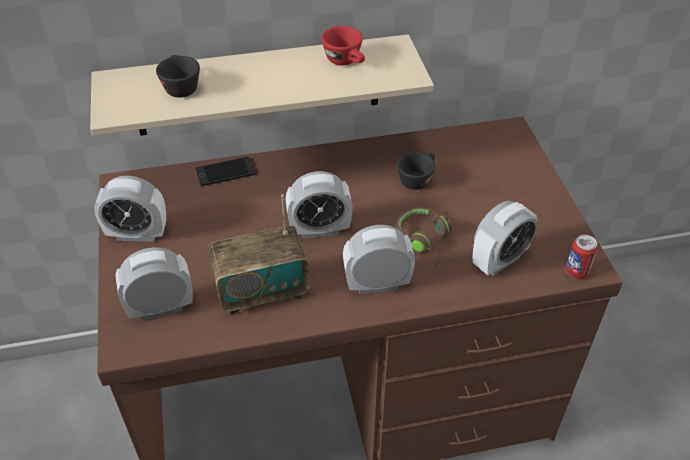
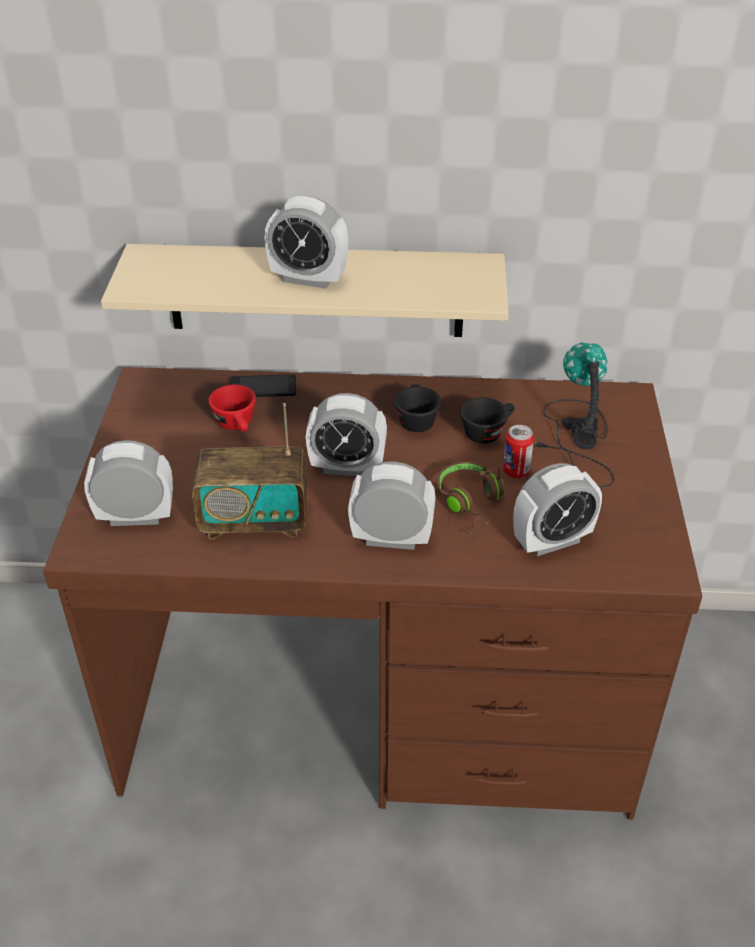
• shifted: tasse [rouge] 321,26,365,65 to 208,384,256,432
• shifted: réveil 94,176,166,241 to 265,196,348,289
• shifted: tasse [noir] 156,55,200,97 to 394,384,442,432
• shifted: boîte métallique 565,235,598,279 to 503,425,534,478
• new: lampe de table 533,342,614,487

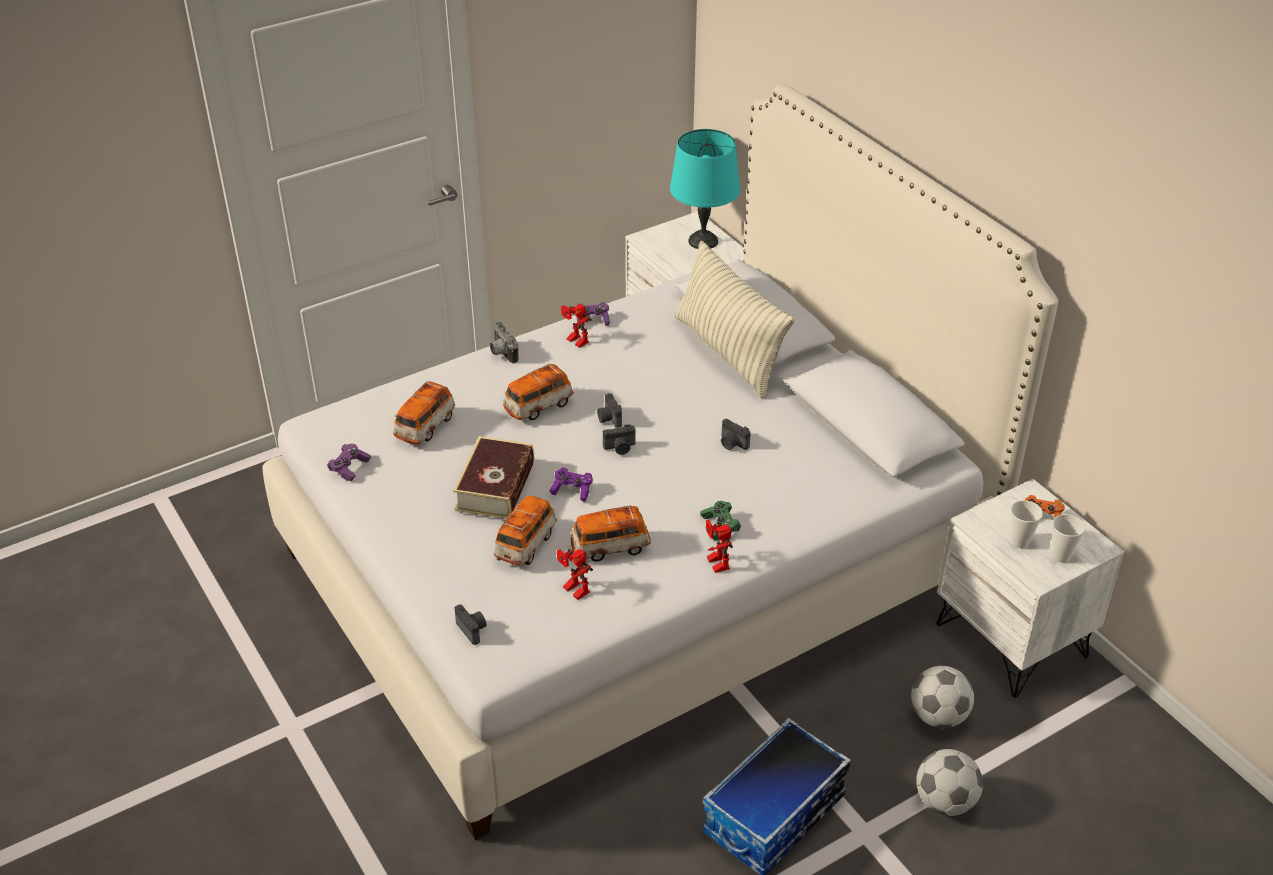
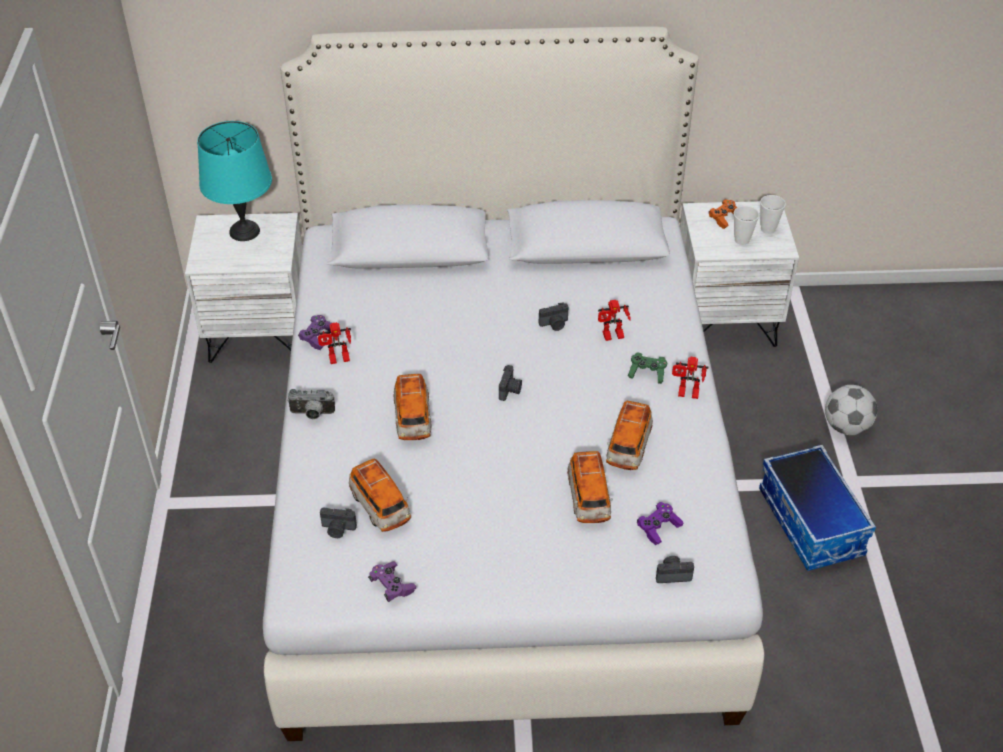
• shifted: appareil photo 597,393,622,428 to 320,508,357,538
• rotated: petite voiture 494,495,557,565 = 567,451,613,523 150 degrees counterclockwise
• shifted: robot jouet 557,549,593,600 to 598,300,631,341
• shifted: manette [violet] 549,468,593,502 to 637,502,683,545
• gone: livre 453,436,534,519
• gone: coussin 675,240,795,398
• gone: ballon de foot 911,666,974,728

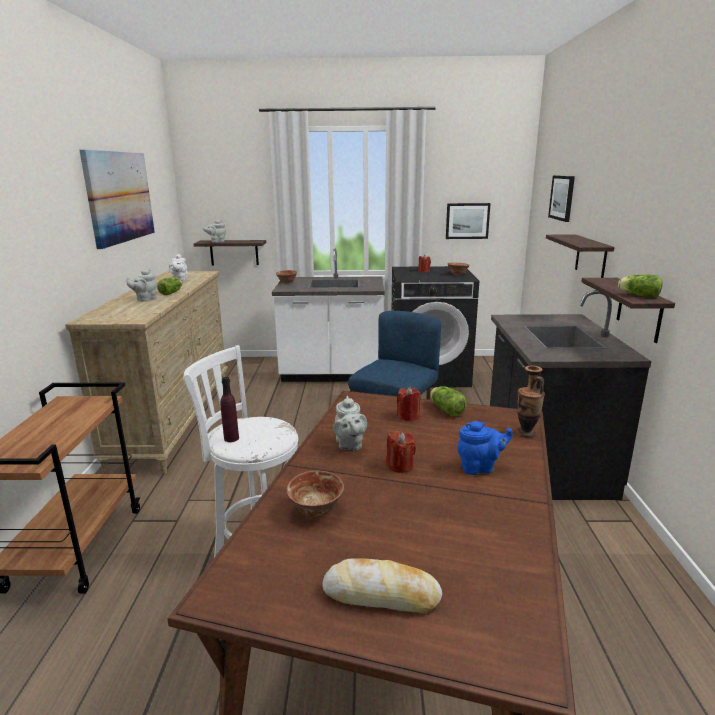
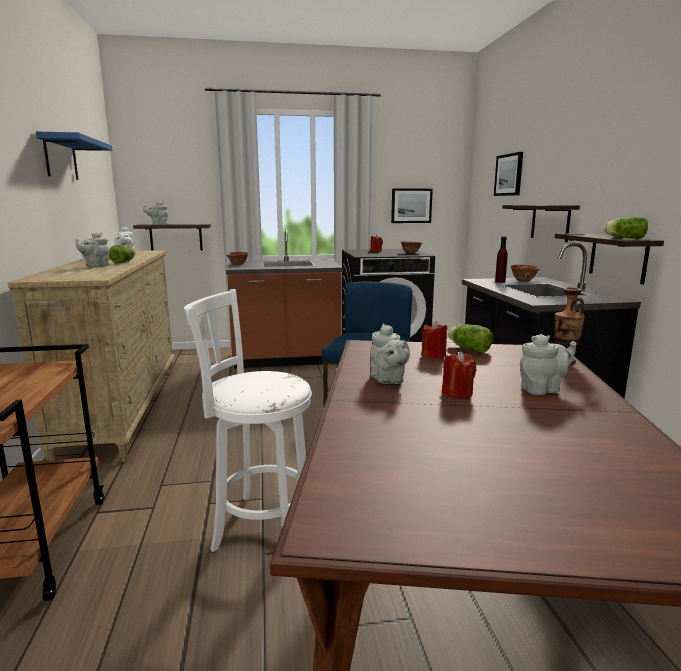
• swapped: tableau 79,150,155,249 to étagère [bleu] 36,132,112,180
• repainted: comptoir de cuisine [blanc] 272,248,384,382 to comptoir de cuisine [marron] 226,230,343,369
• shifted: bouteille [violet] 220,377,239,442 to 495,236,508,283
• shifted: bol 287,470,344,518 to 511,265,540,282
• repainted: théière [bleu] 458,421,513,475 to théière [gris] 520,334,576,395
• gone: pain 323,558,442,613

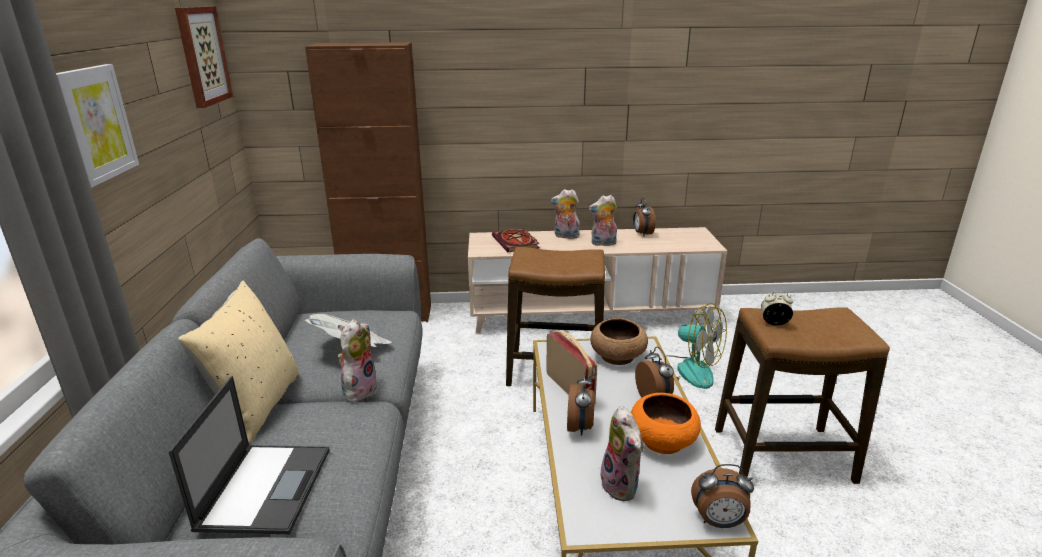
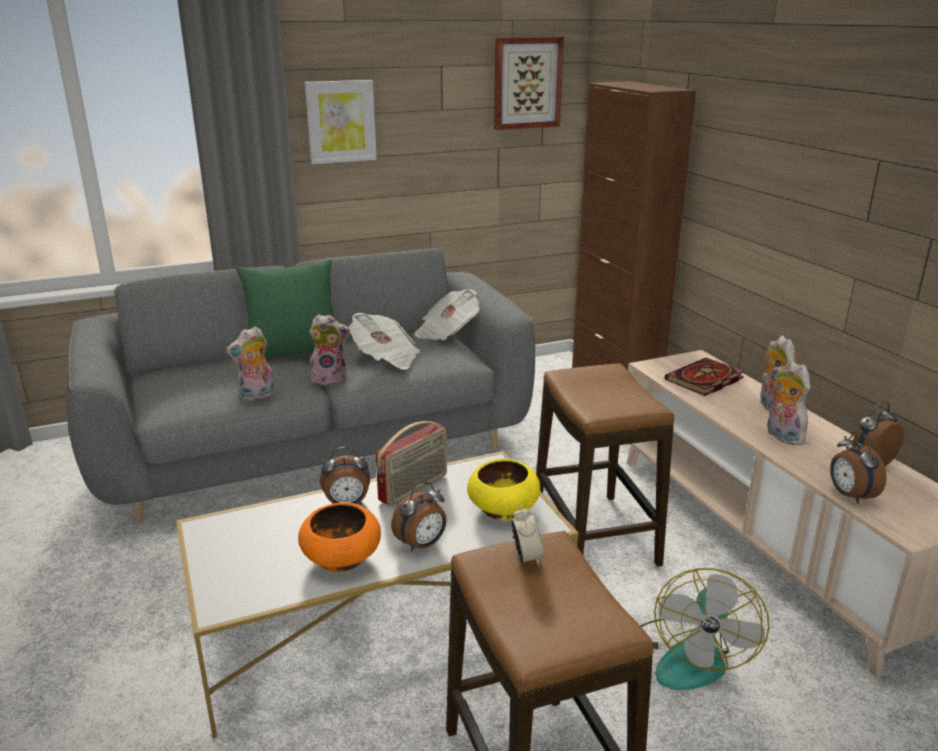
• shifted: peluche 601,406,644,501 to 226,326,275,401
• repainted: coussin [beige] 178,281,299,444 to coussin [vert] 236,259,334,358
• new: journal 414,289,480,341
• repainted: bol [marron] 590,318,648,365 to bol [jaune] 467,459,540,520
• shifted: réveil 691,464,754,528 to 830,431,887,504
• gone: ordinateur portable 168,376,329,534

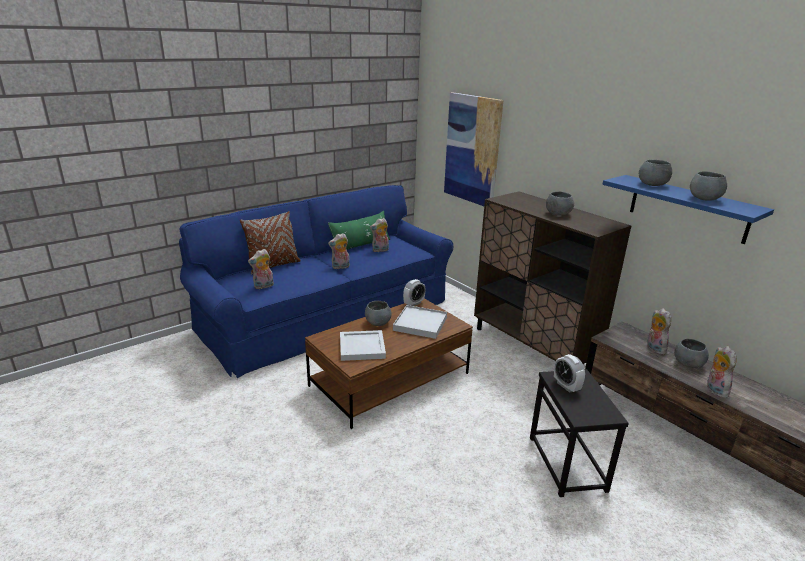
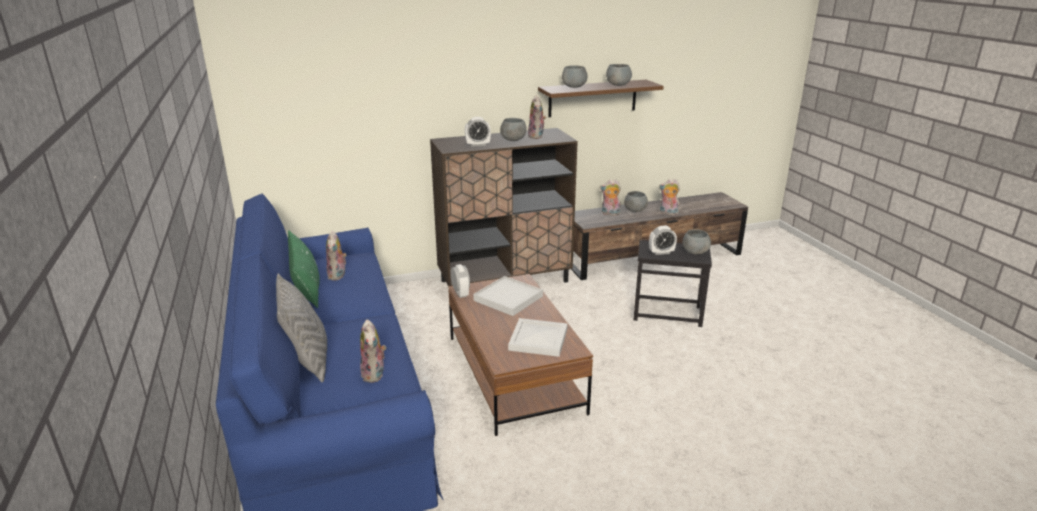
• repainted: coussin [marron] 240,211,301,275 to coussin [gris] 276,273,327,382
• new: réveil 465,117,491,147
• shifted: peluche 328,233,350,269 to 528,95,546,139
• repainted: étagère [bleu] 602,175,774,244 to étagère [marron] 538,80,664,117
• shifted: bol [gris] 365,301,392,326 to 682,229,711,255
• gone: tableau 444,92,503,206

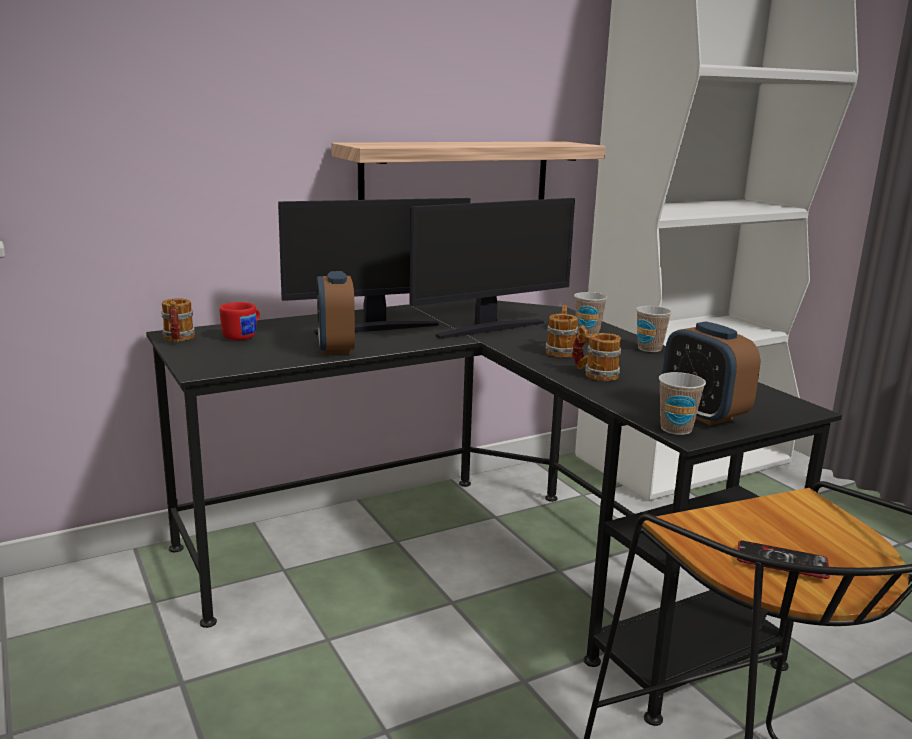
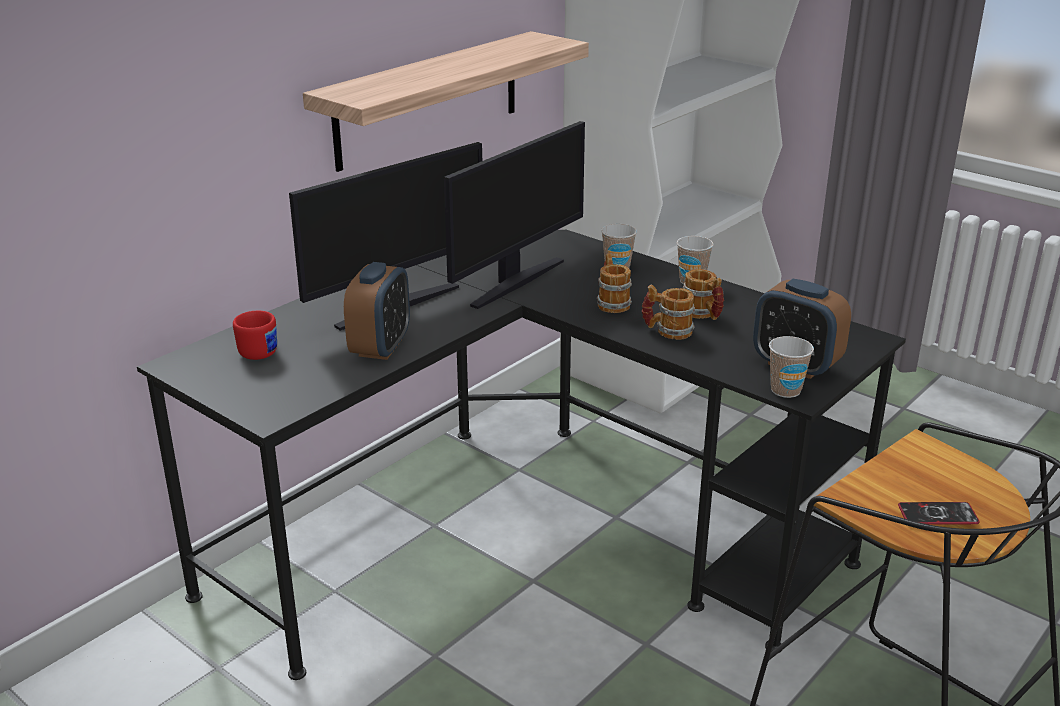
• rotated: réveil 317,271,355,354 = 344,262,410,360 135 degrees counterclockwise
• shifted: mug 162,298,195,342 to 683,269,724,320

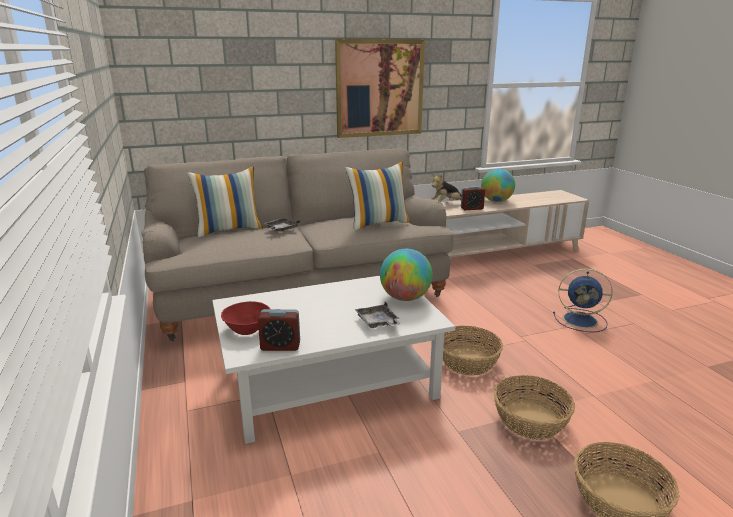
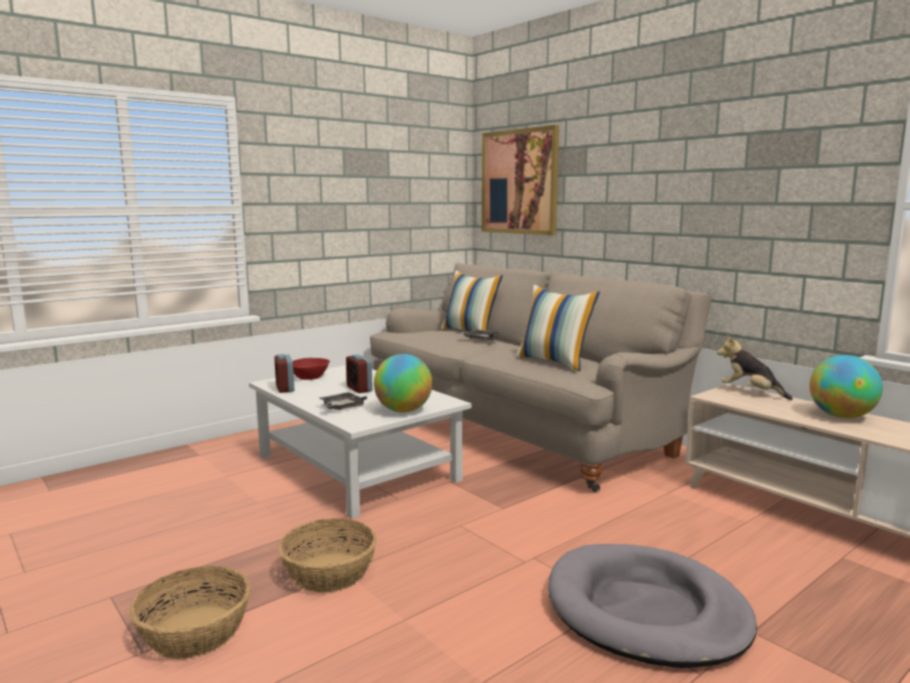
• shifted: réveil 461,186,485,210 to 346,354,373,393
• shifted: tableau 335,39,425,138 to 482,125,559,235
• swapped: ventilateur [bleu] 553,268,613,332 to panier pour chien [gris] 548,544,757,668
• gone: panier 443,326,503,376

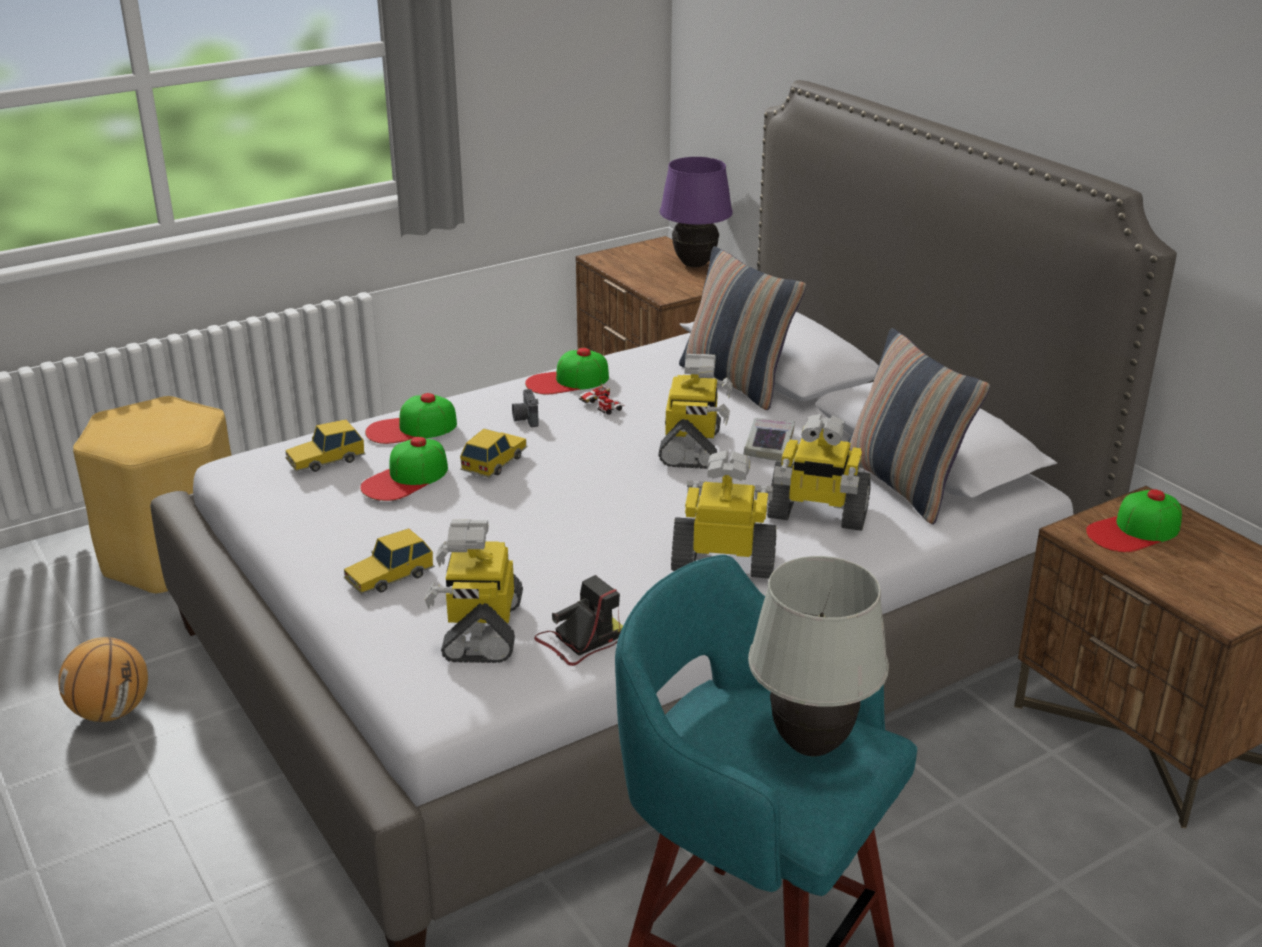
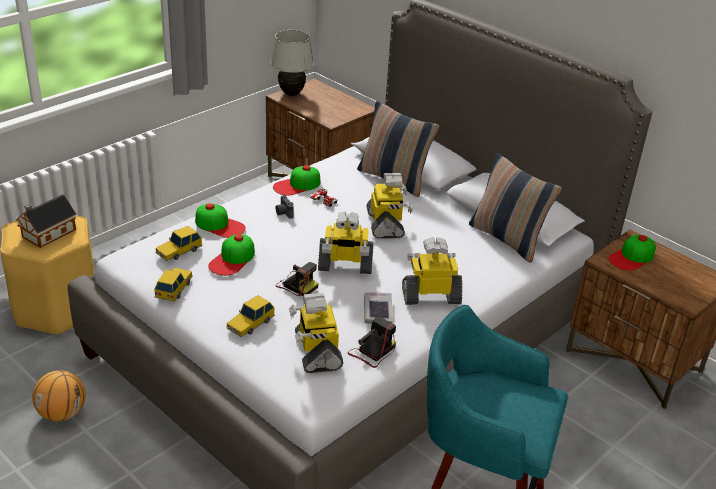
• new: maison miniature 16,194,76,248
• shifted: petite voiture 460,429,527,478 to 154,268,193,302
• rotated: casquette 365,393,457,444 = 195,203,246,238 120 degrees counterclockwise
• shifted: lampe de table [blanc] 748,556,889,756 to 270,30,314,96
• new: appareil photo 276,262,318,296
• shifted: robot jouet 767,414,871,531 to 318,212,374,274
• shifted: livre 744,418,795,462 to 364,292,393,324
• gone: lampe de table [violet] 660,157,733,267

